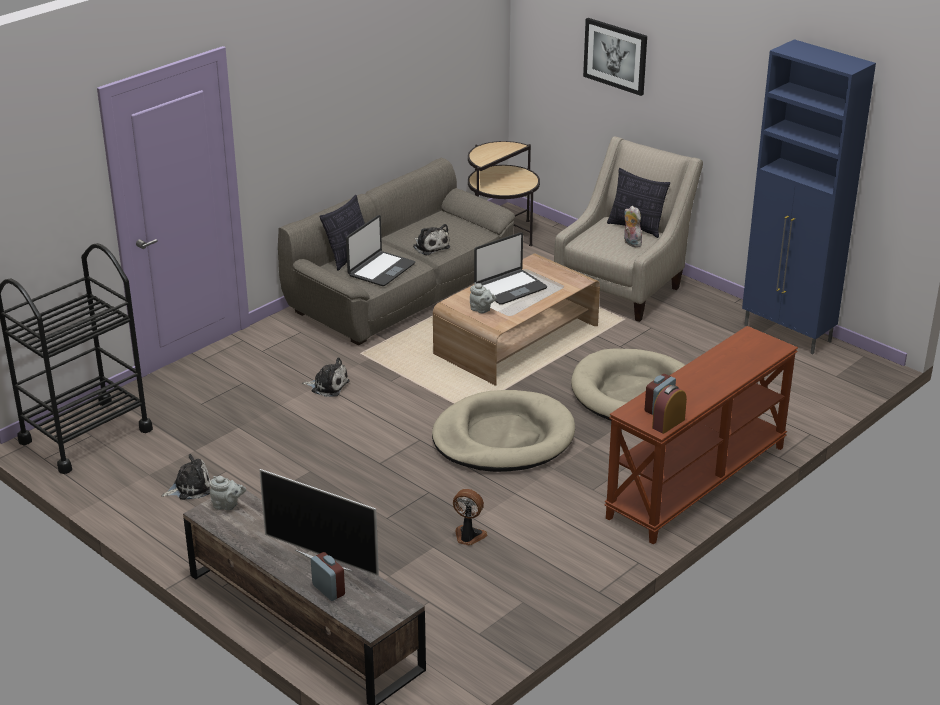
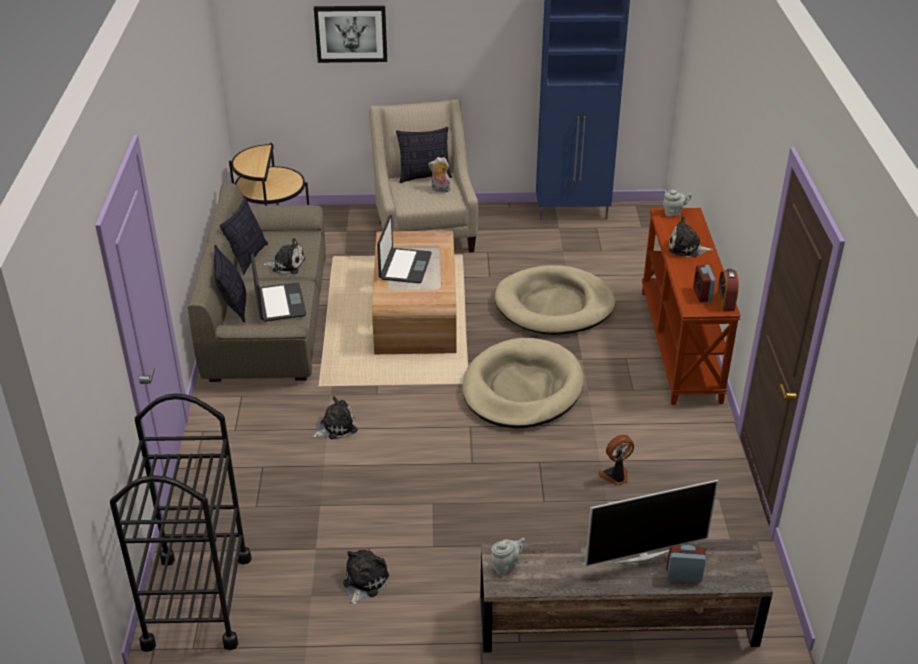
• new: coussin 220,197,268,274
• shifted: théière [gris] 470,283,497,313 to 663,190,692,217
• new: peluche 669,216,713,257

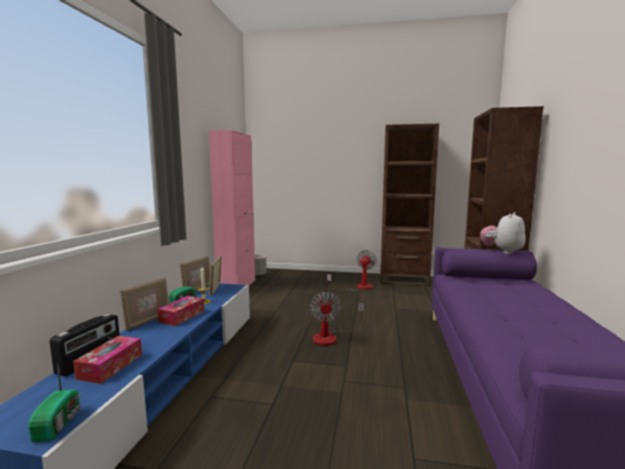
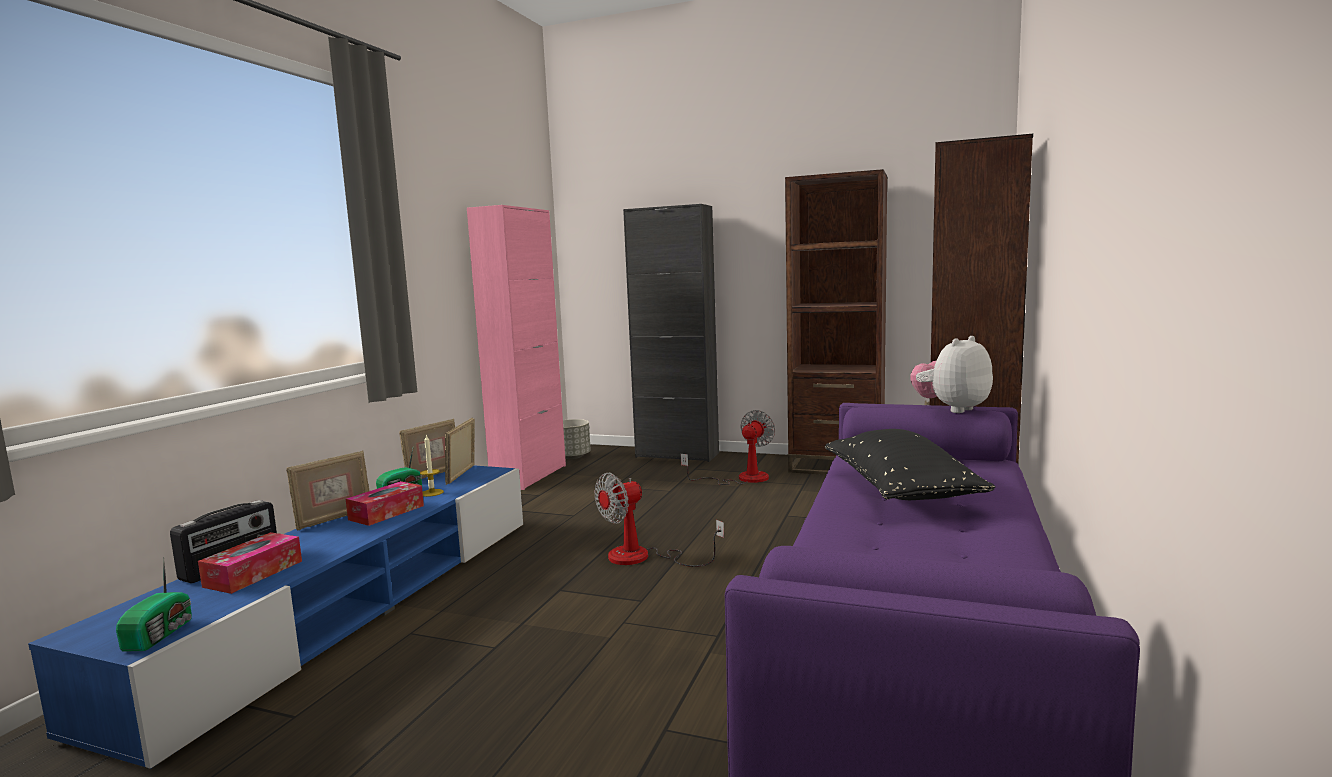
• rotated: ventilateur 310,292,364,346 = 594,472,724,567 45 degrees clockwise
• new: meuble de rangement [noir] 623,204,719,462
• new: coussin [noir] 825,429,995,500

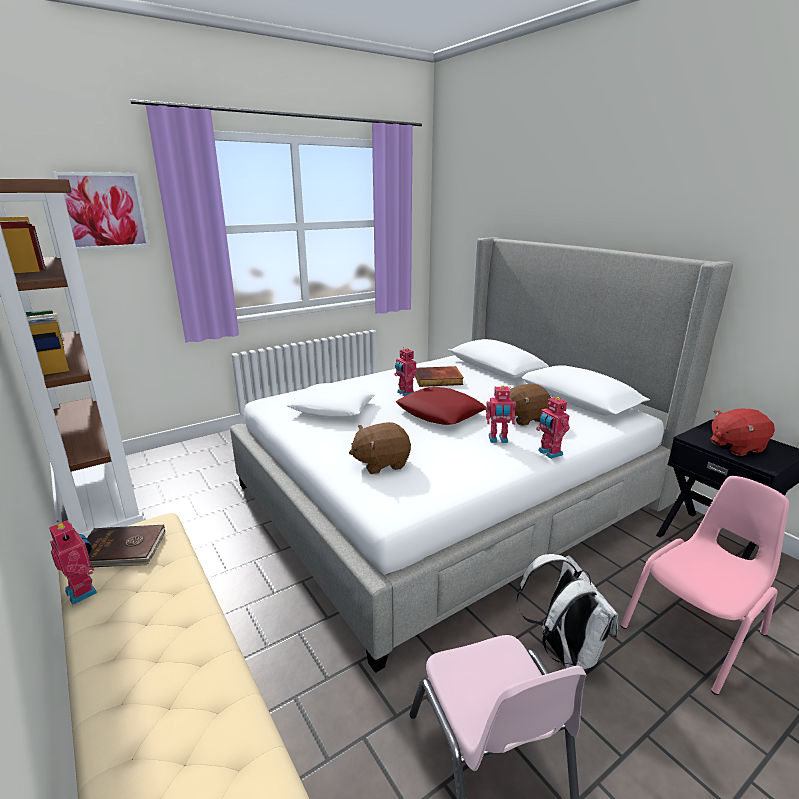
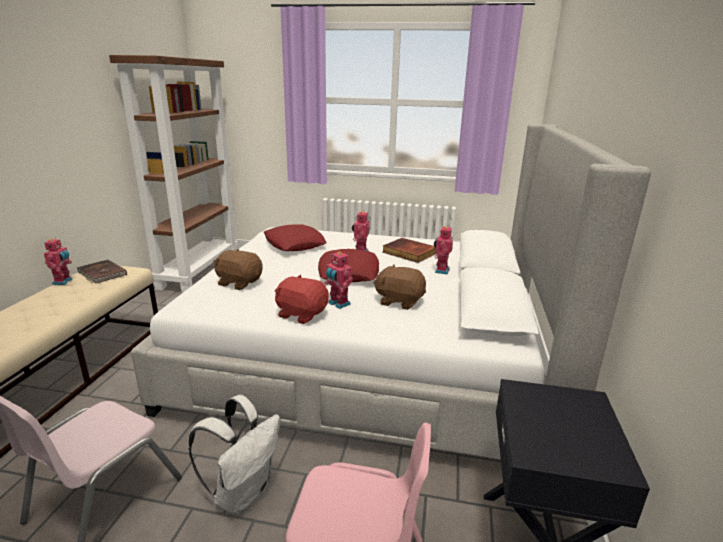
• repainted: coussin [blanc] 286,383,376,417 to coussin [rouge] 264,225,327,251
• shifted: peluche [rouge] 710,409,775,456 to 275,274,329,324
• shifted: robot jouet 536,395,570,459 to 434,225,453,275
• gone: tableau 52,172,150,251

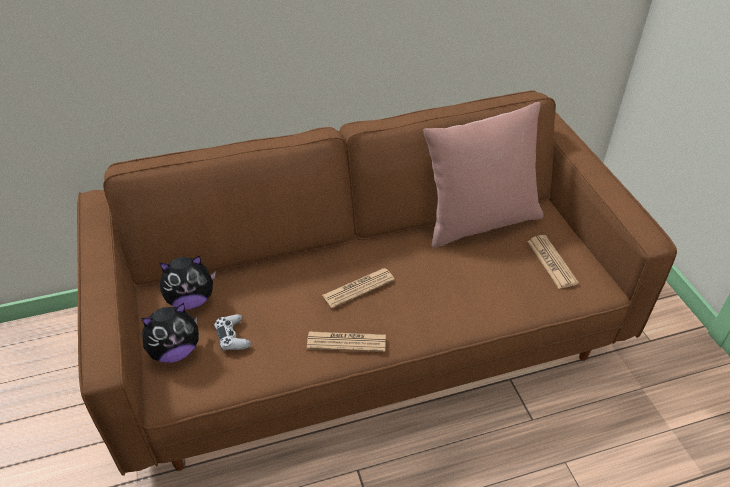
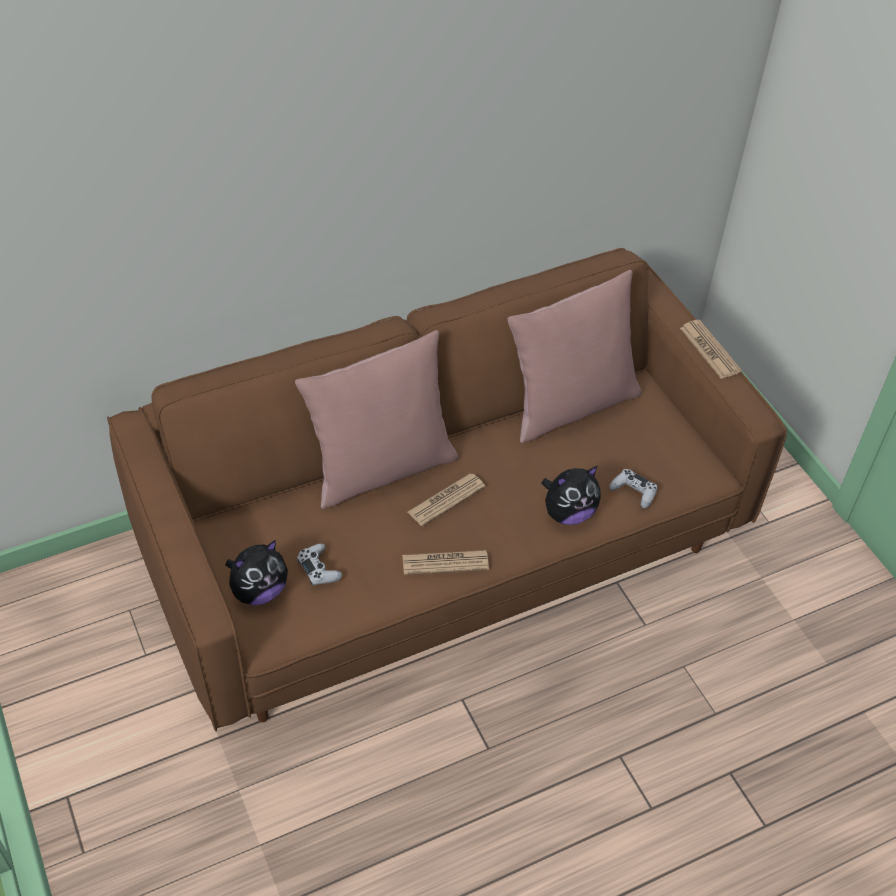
• new: coussin [rose] 295,330,458,509
• shifted: peluche 160,255,216,310 to 542,466,601,525
• new: manette [blanc] 609,469,657,509
• shifted: journal 527,235,579,289 to 680,320,742,379

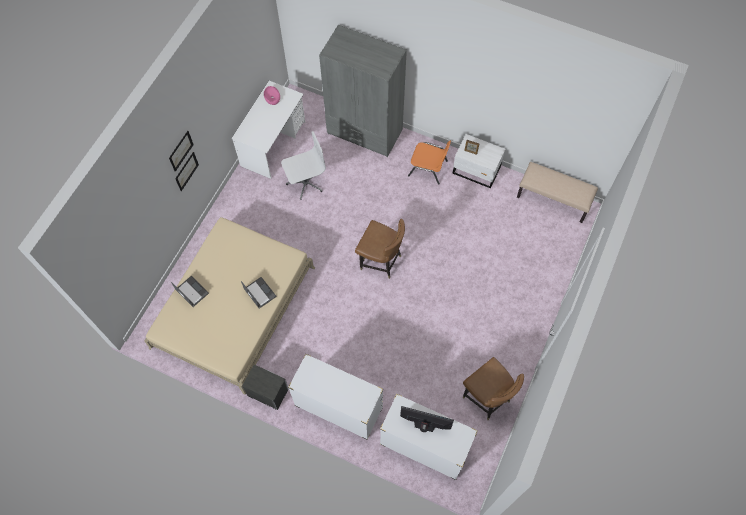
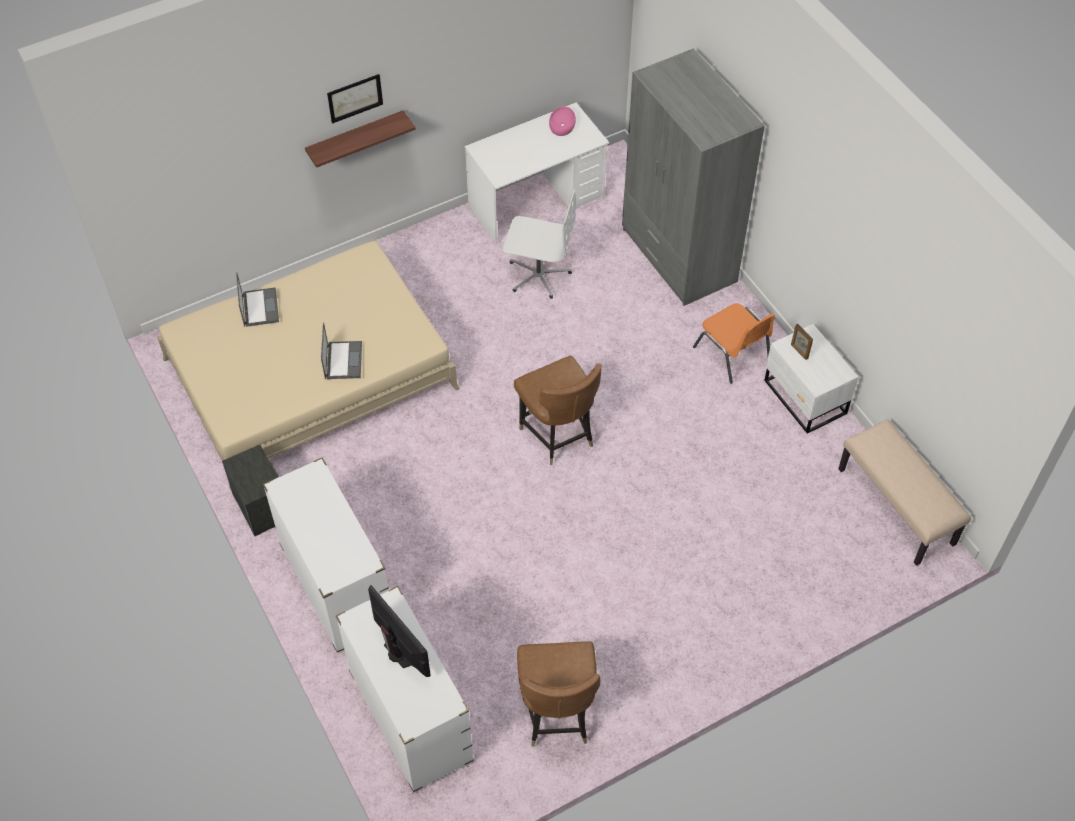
• swapped: tableau 175,152,199,191 to étagère 305,110,416,168

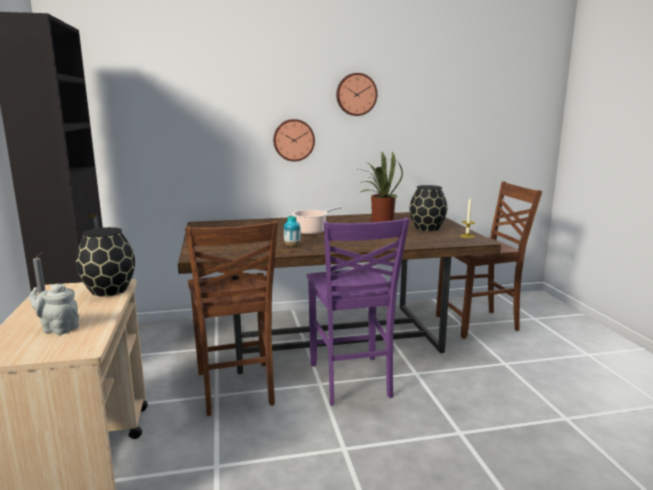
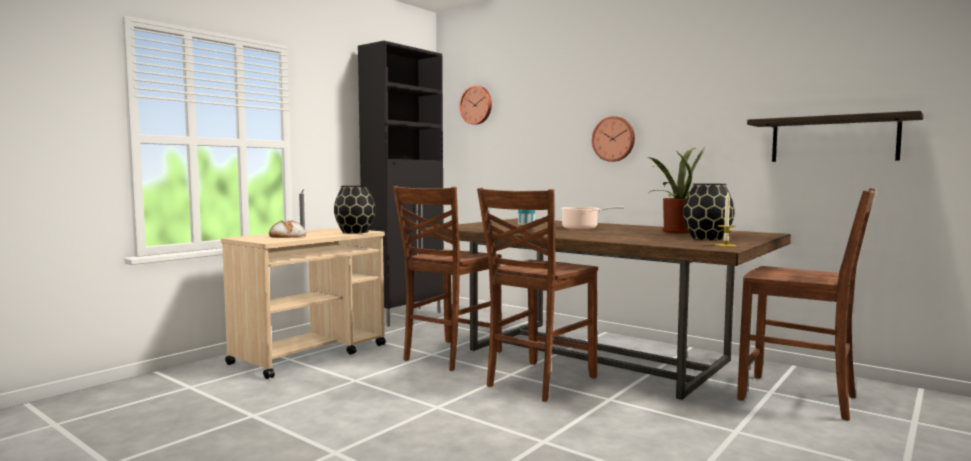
• swapped: théière [gris] 29,284,79,335 to pain 269,220,306,238
• shifted: horloge murale 336,73,377,116 to 459,86,492,125
• repainted: chaise [violet] 307,218,410,406 to chaise [marron] 477,188,598,402
• new: étagère 747,111,923,162

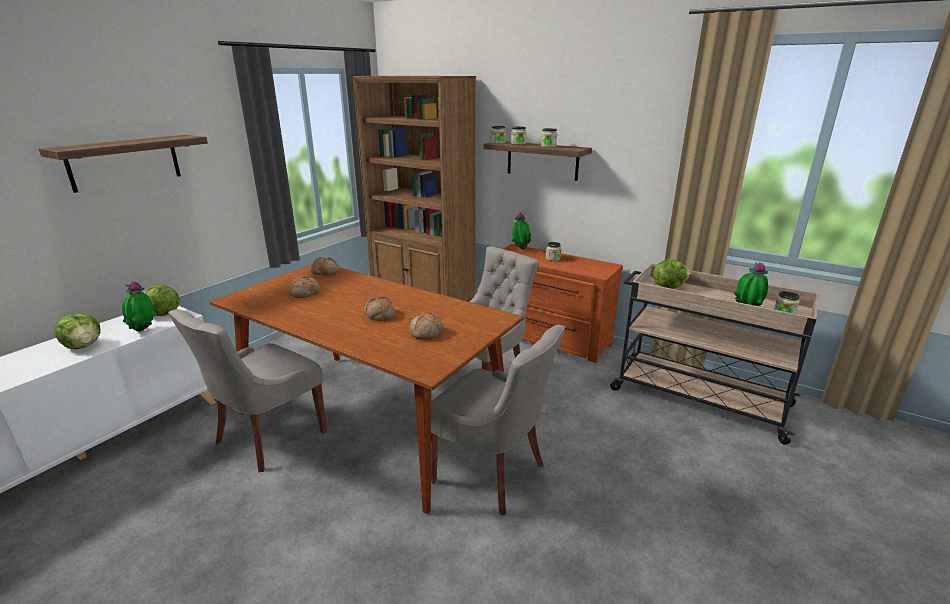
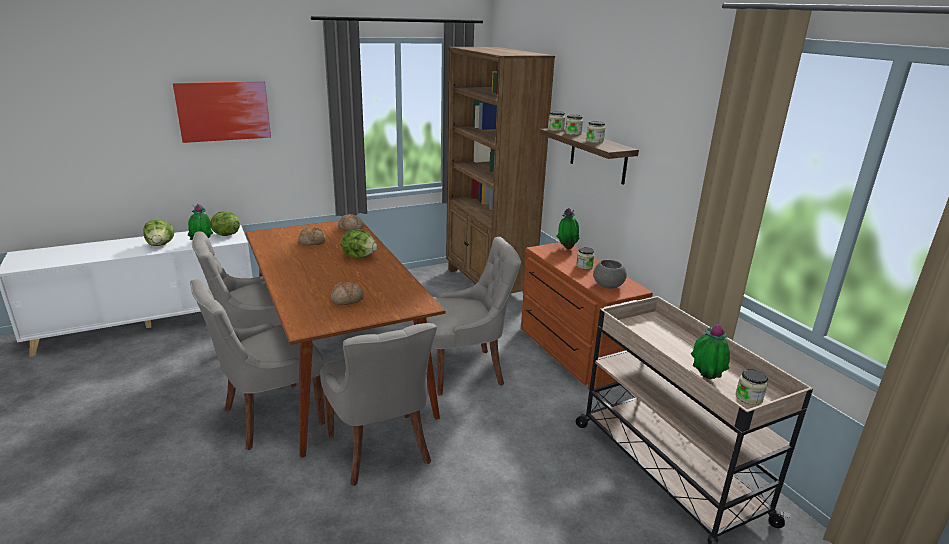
• swapped: étagère 39,135,208,193 to tableau 173,81,271,143
• new: chaise [gris] 190,279,325,450
• shifted: laitue 653,259,690,289 to 341,229,377,258
• new: bol [gris] 593,260,627,289
• gone: pain 364,296,395,321

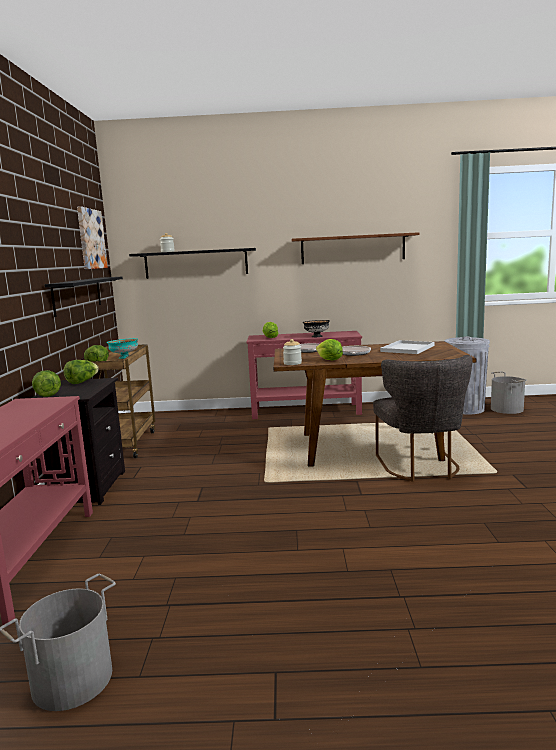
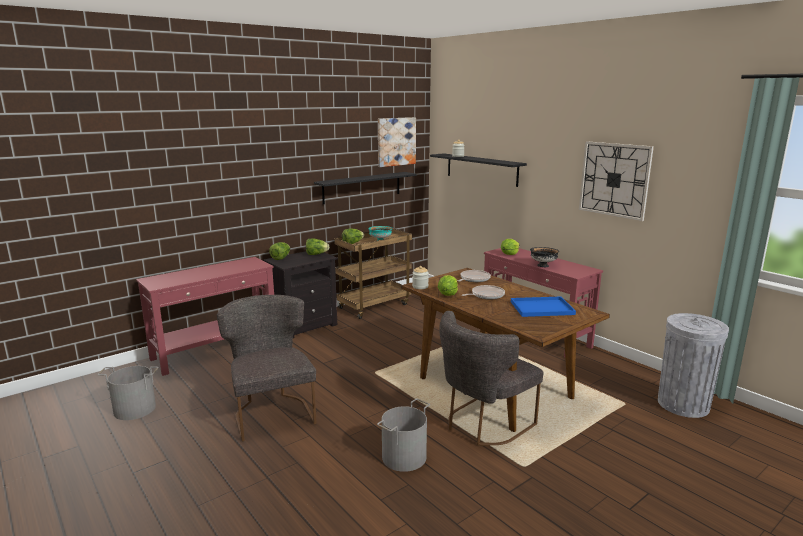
• new: chaise [gris] 217,295,317,442
• shifted: seau [gris] 491,371,527,414 to 377,398,430,472
• repainted: plateau [blanc] 380,340,435,354 to plateau [bleu] 511,297,576,317
• swapped: étagère [marron] 292,232,419,264 to horloge murale 579,141,654,221

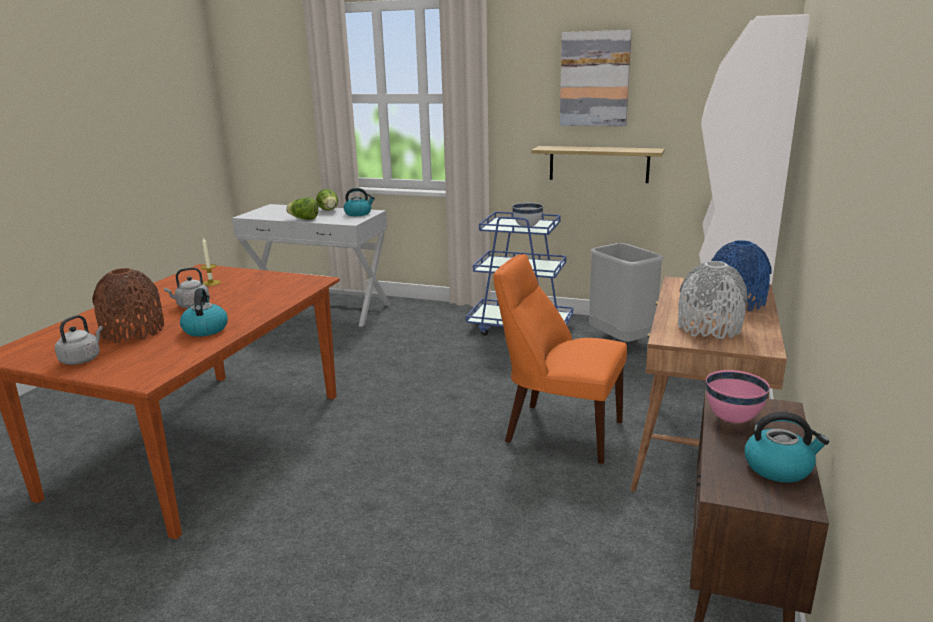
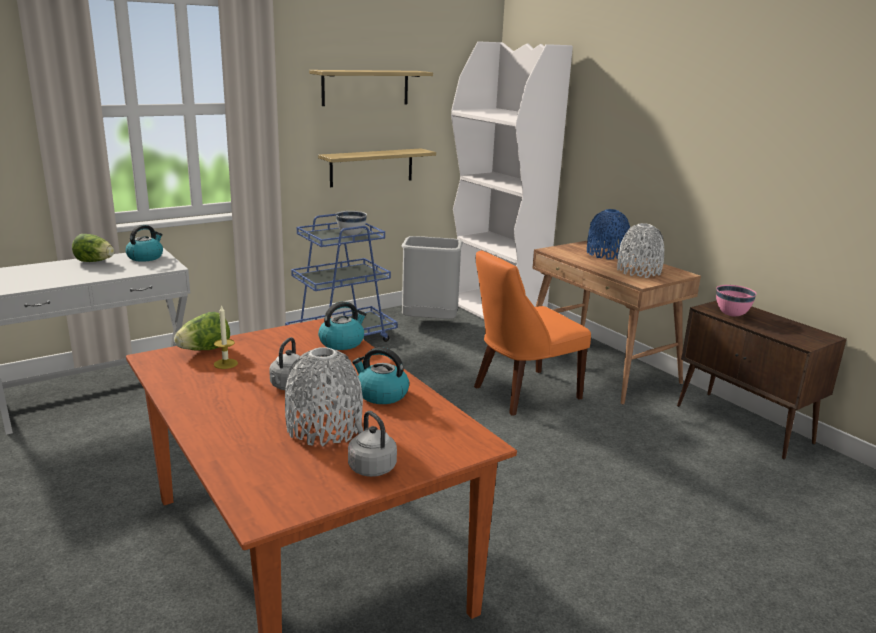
• shifted: laitue 286,197,318,220 to 174,312,230,351
• repainted: vase [marron] 92,268,164,343 to vase [gris] 285,347,363,446
• swapped: tableau 560,30,632,126 to étagère 309,70,433,106
• shifted: bouilloire 745,412,829,483 to 318,301,367,350

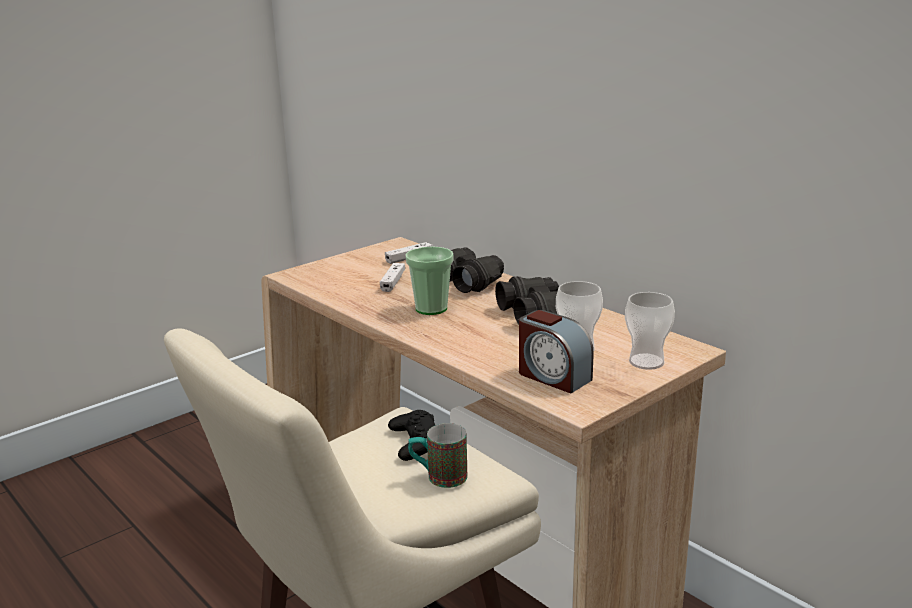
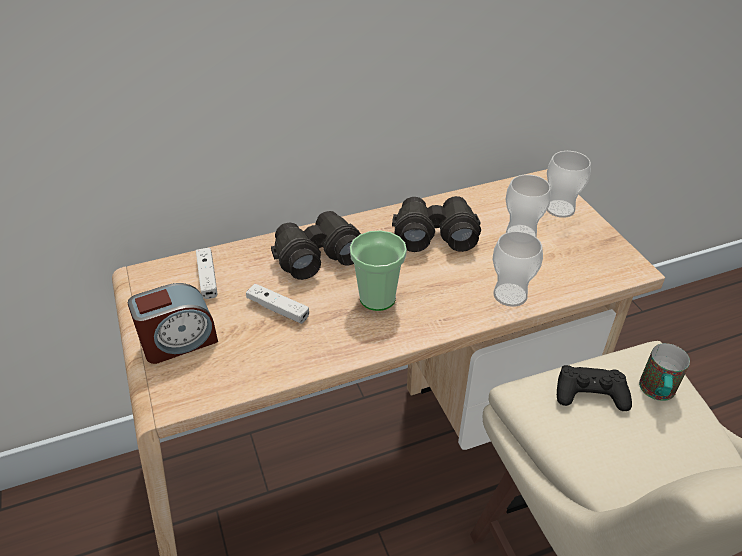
• shifted: réveil 519,310,594,393 to 128,283,218,364
• new: tasse 493,231,543,307

